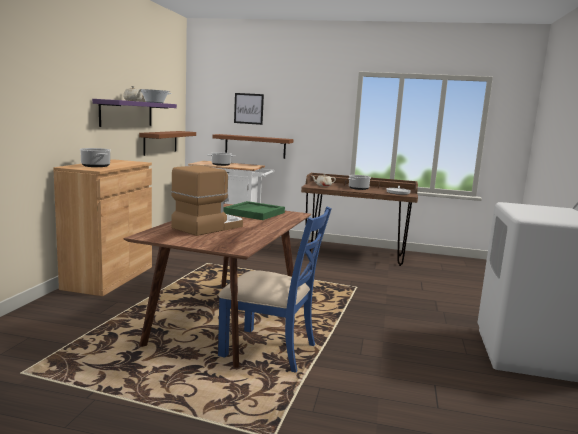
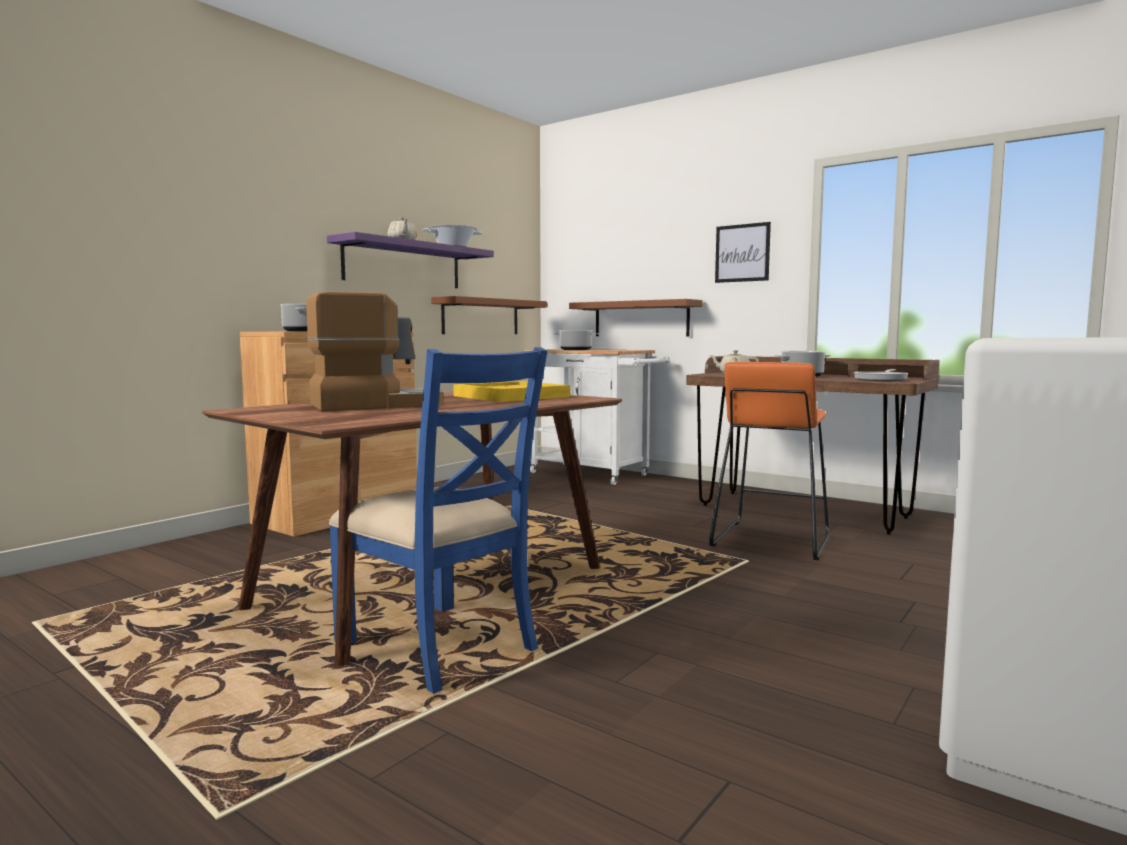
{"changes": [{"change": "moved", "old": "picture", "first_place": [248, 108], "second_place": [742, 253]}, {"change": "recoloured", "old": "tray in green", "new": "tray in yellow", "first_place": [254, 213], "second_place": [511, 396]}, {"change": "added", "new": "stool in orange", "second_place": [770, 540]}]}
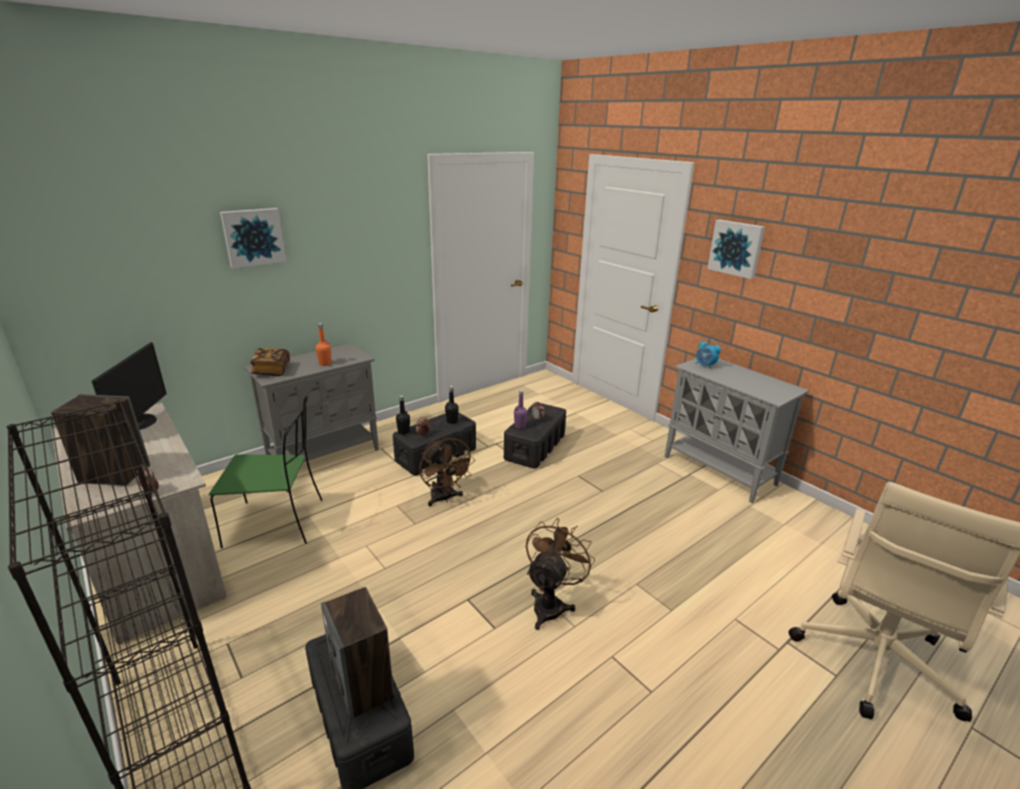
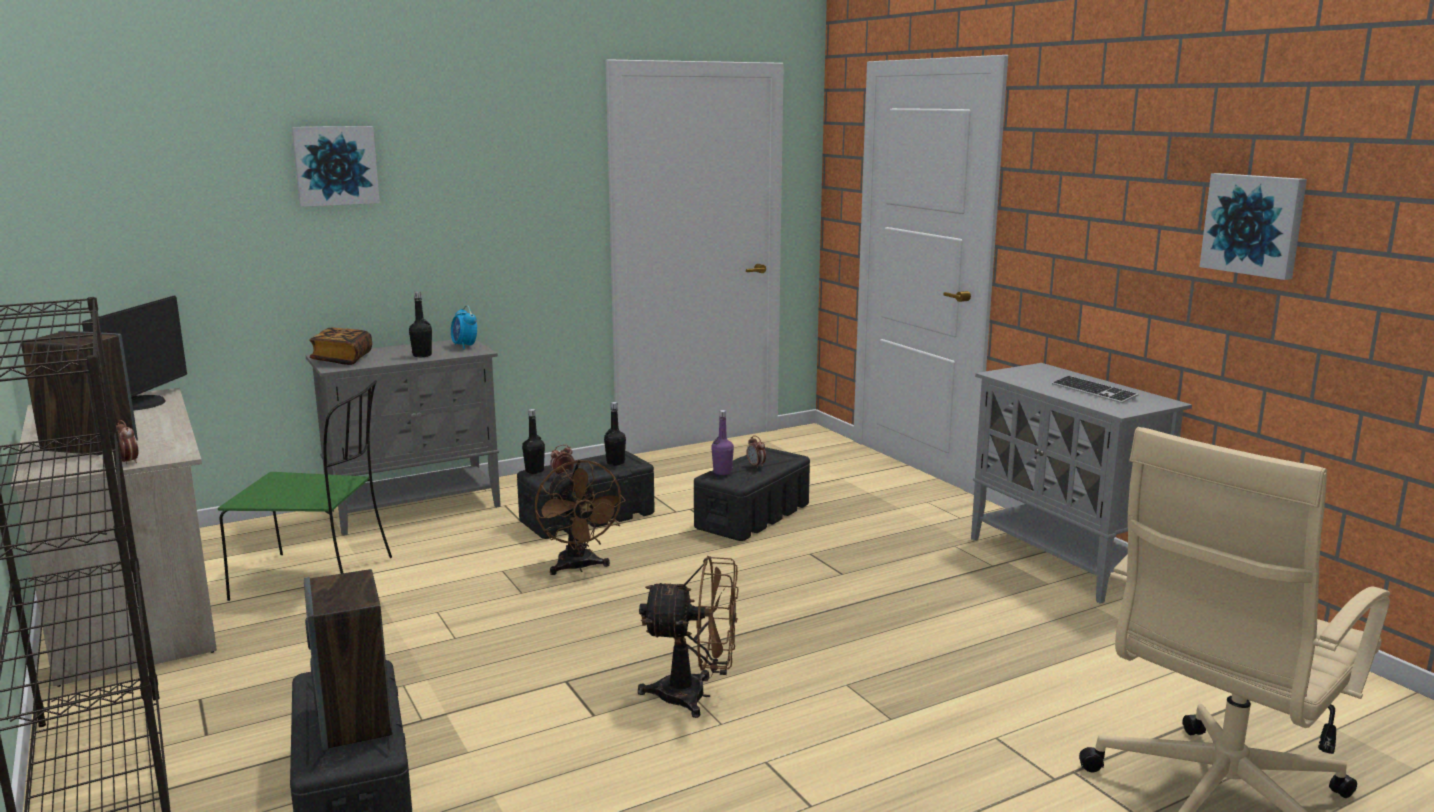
{"changes": [{"change": "moved", "old": "picture", "first_place": [736, 248], "second_place": [1254, 224]}, {"change": "recoloured", "old": "bottle in orange", "new": "bottle in black", "first_place": [325, 363], "second_place": [422, 355]}, {"change": "moved", "old": "alarm clock", "first_place": [705, 366], "second_place": [464, 346]}, {"change": "turned", "old": "fan in brown", "first_place": [551, 604], "second_place": [695, 696], "degrees": 60}, {"change": "added", "new": "keyboard", "second_place": [1093, 392]}]}
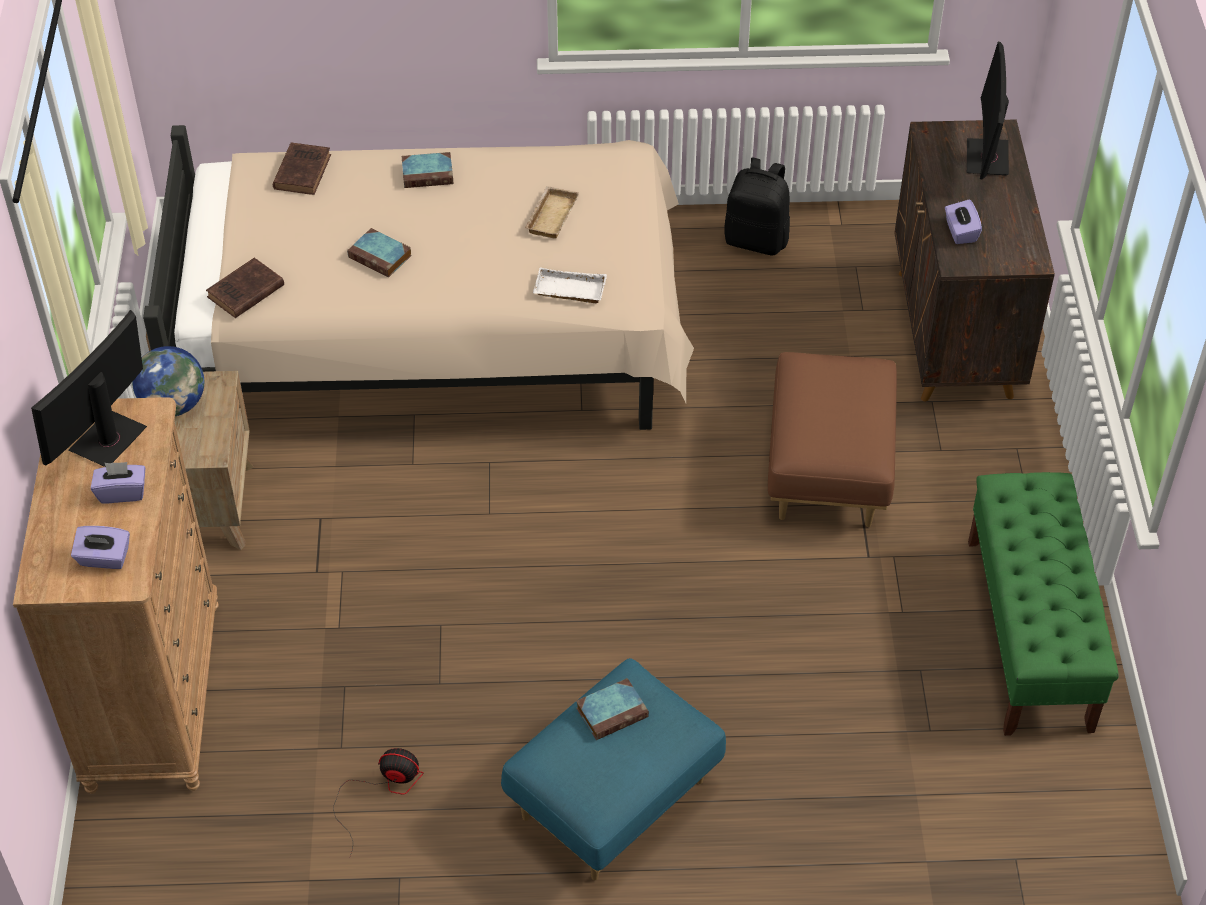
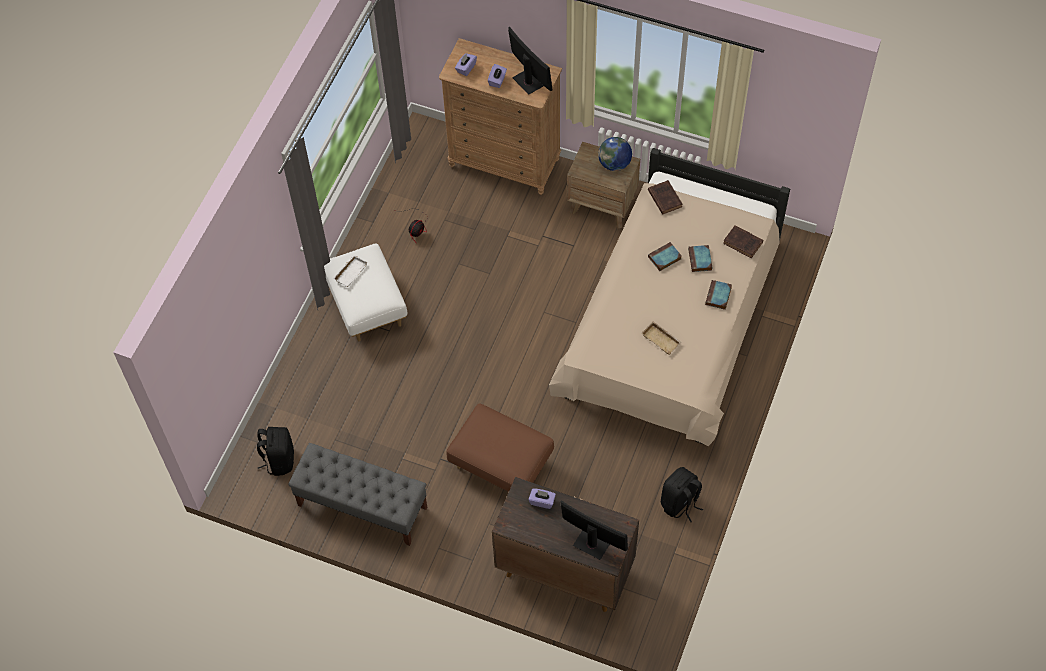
{"changes": [{"change": "moved", "old": "tray in white", "first_place": [568, 291], "second_place": [350, 272]}, {"change": "recoloured", "old": "bench in green", "new": "bench in grey", "first_place": [1029, 634], "second_place": [362, 506]}, {"change": "recoloured", "old": "ottoman in blue", "new": "ottoman in white", "first_place": [614, 802], "second_place": [366, 306]}, {"change": "moved", "old": "book", "first_place": [613, 711], "second_place": [700, 260]}, {"change": "added", "new": "backpack in black", "second_place": [279, 460]}]}
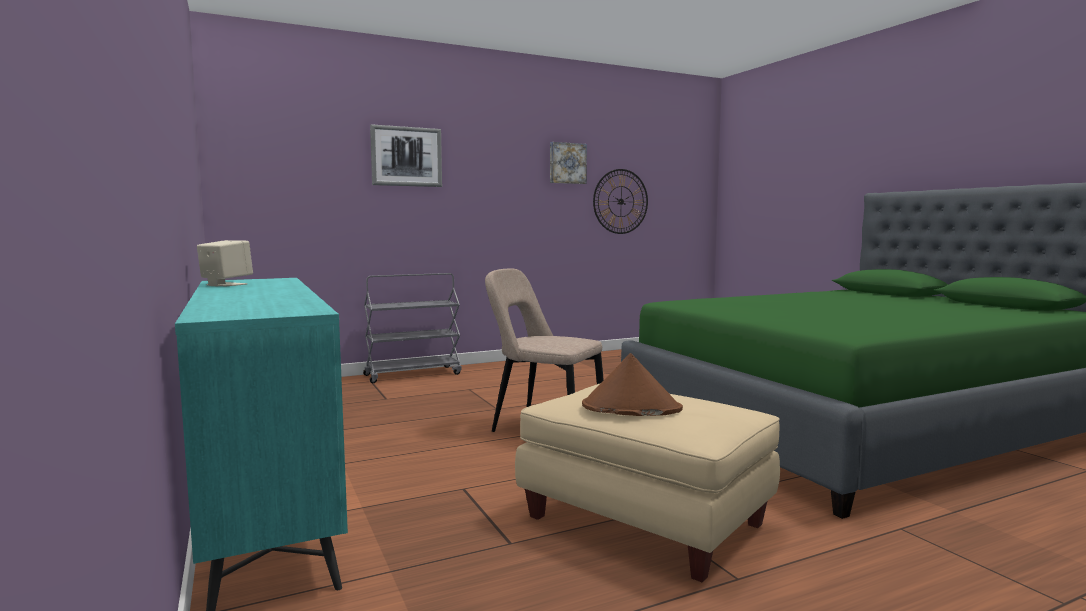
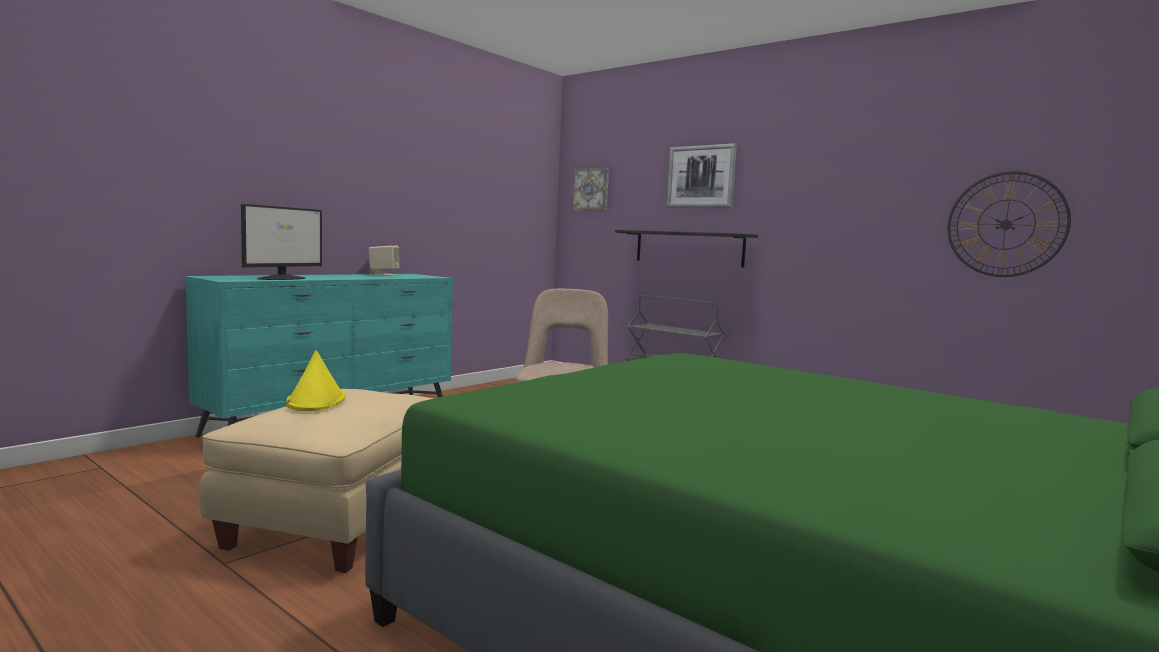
{"changes": [{"change": "moved", "old": "picture", "first_place": [567, 163], "second_place": [591, 189]}, {"change": "recoloured", "old": "hat in brown", "new": "hat in yellow", "first_place": [630, 408], "second_place": [316, 401]}, {"change": "added", "new": "monitor", "second_place": [283, 278]}, {"change": "added", "new": "shelf in black", "second_place": [688, 248]}]}
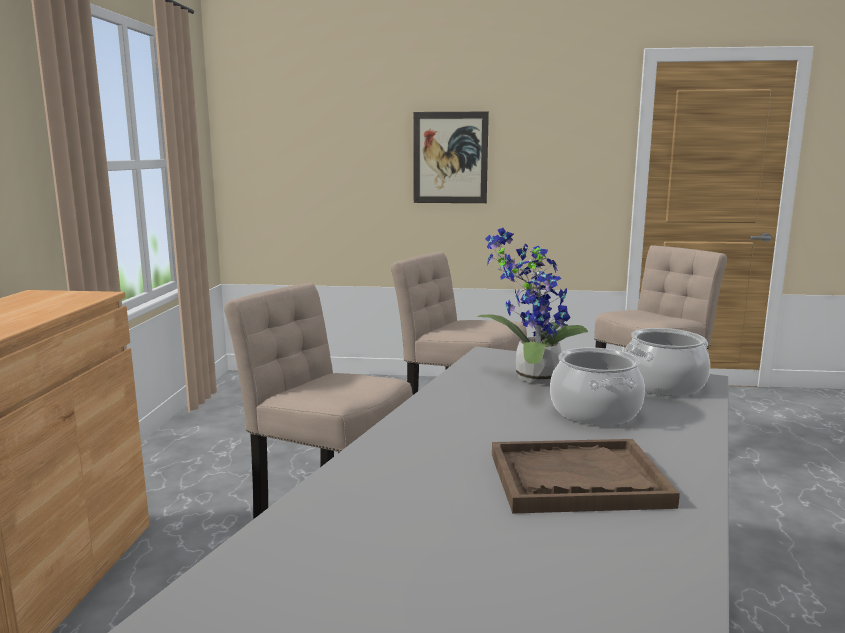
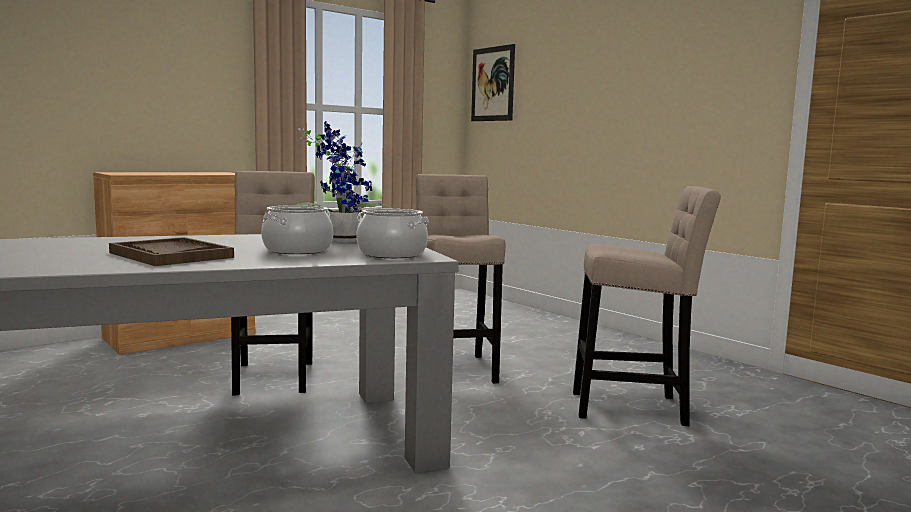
{"changes": [{"change": "moved", "old": "picture", "first_place": [450, 158], "second_place": [492, 84]}]}
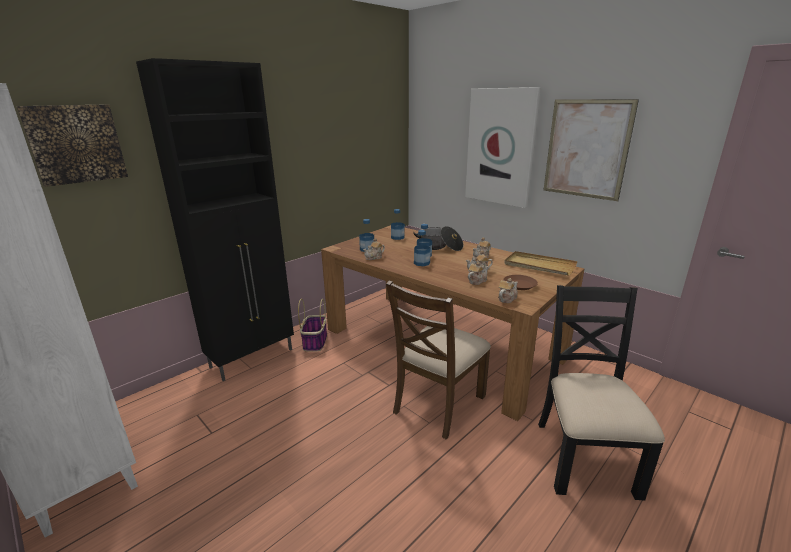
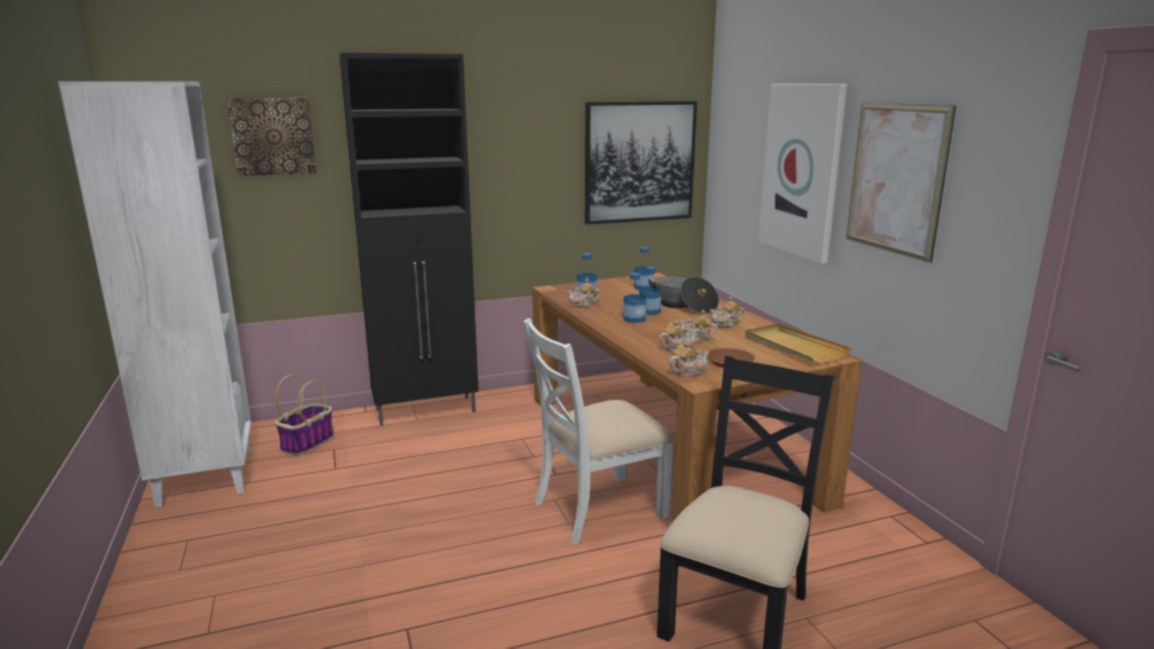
{"changes": [{"change": "recoloured", "old": "chair in brown", "new": "chair in white", "first_place": [438, 404], "second_place": [598, 508]}, {"change": "moved", "old": "basket", "first_place": [315, 341], "second_place": [307, 442]}, {"change": "added", "new": "picture", "second_place": [639, 162]}]}
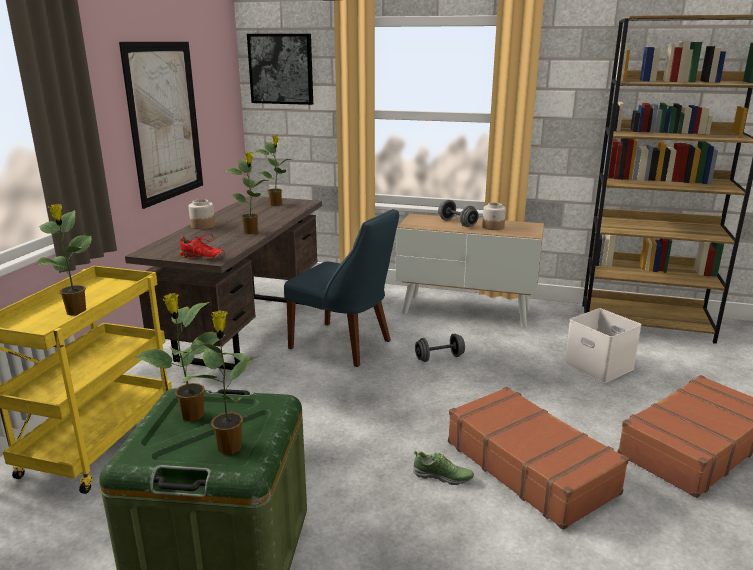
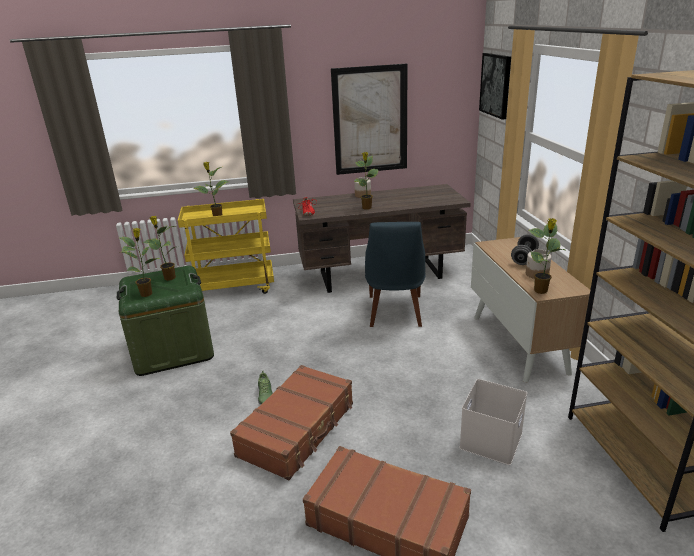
{"changes": [{"change": "moved", "old": "potted plant", "first_place": [276, 204], "second_place": [541, 291]}, {"change": "removed", "old": "dumbbell in grey", "first_place": [439, 358]}]}
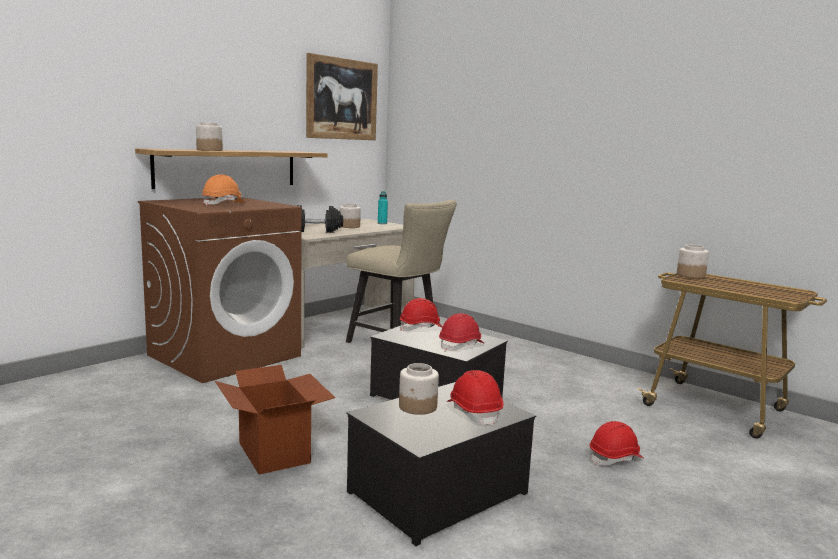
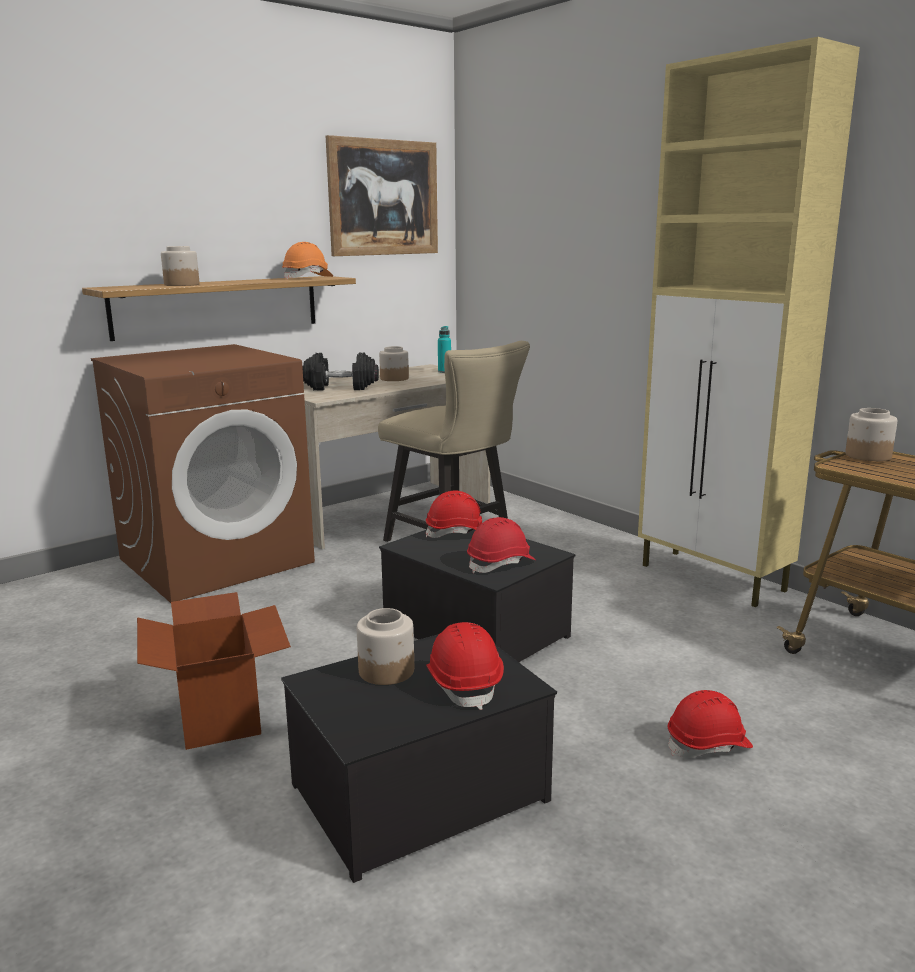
{"changes": [{"change": "moved", "old": "hard hat in orange", "first_place": [223, 204], "second_place": [308, 278]}, {"change": "added", "new": "cabinet in beige", "second_place": [713, 578]}]}
